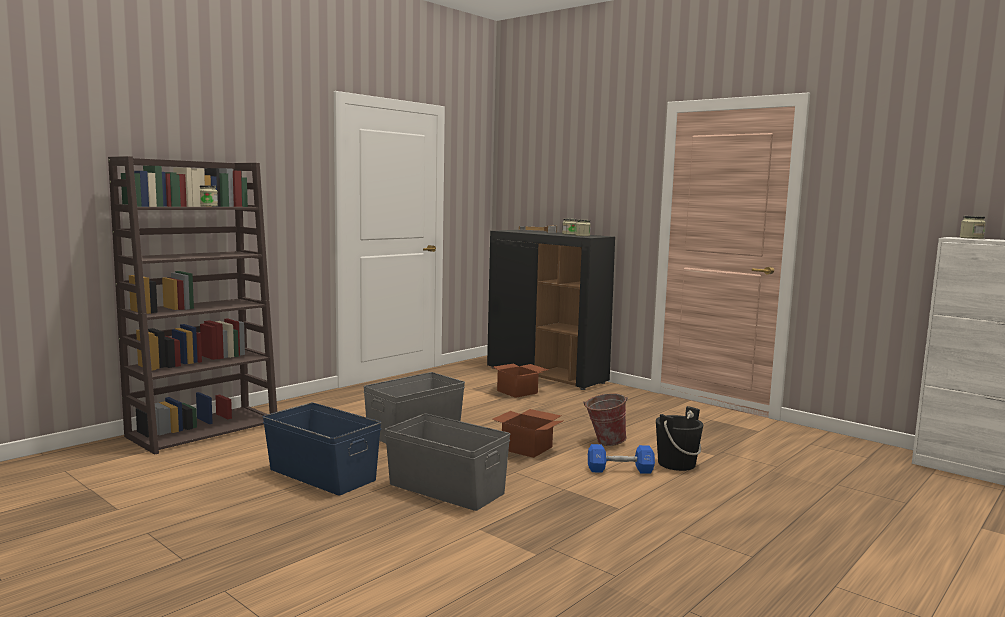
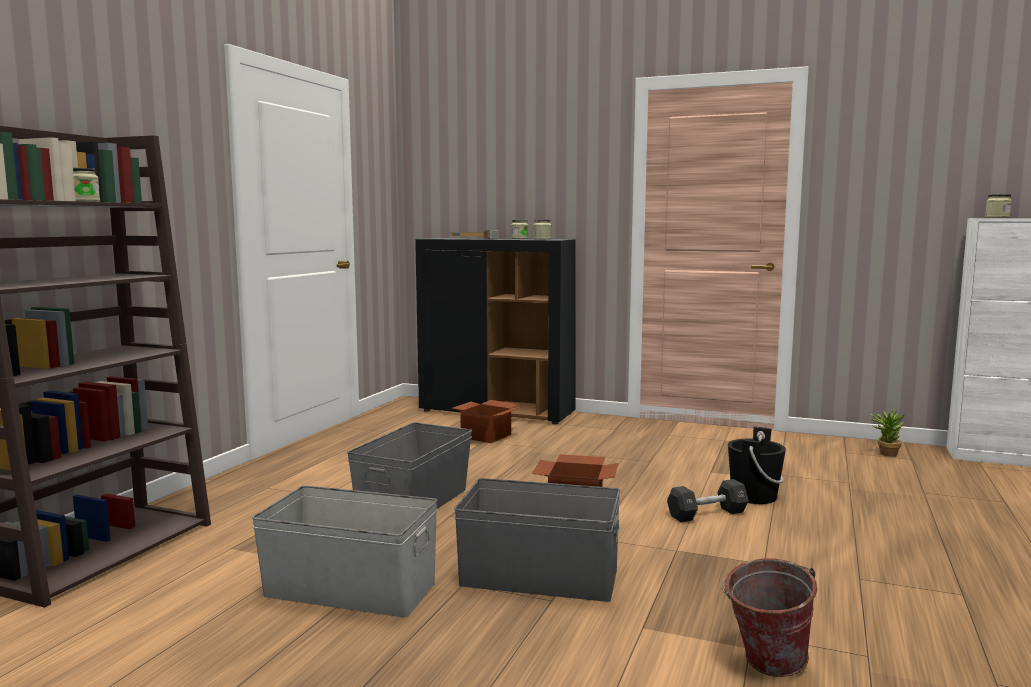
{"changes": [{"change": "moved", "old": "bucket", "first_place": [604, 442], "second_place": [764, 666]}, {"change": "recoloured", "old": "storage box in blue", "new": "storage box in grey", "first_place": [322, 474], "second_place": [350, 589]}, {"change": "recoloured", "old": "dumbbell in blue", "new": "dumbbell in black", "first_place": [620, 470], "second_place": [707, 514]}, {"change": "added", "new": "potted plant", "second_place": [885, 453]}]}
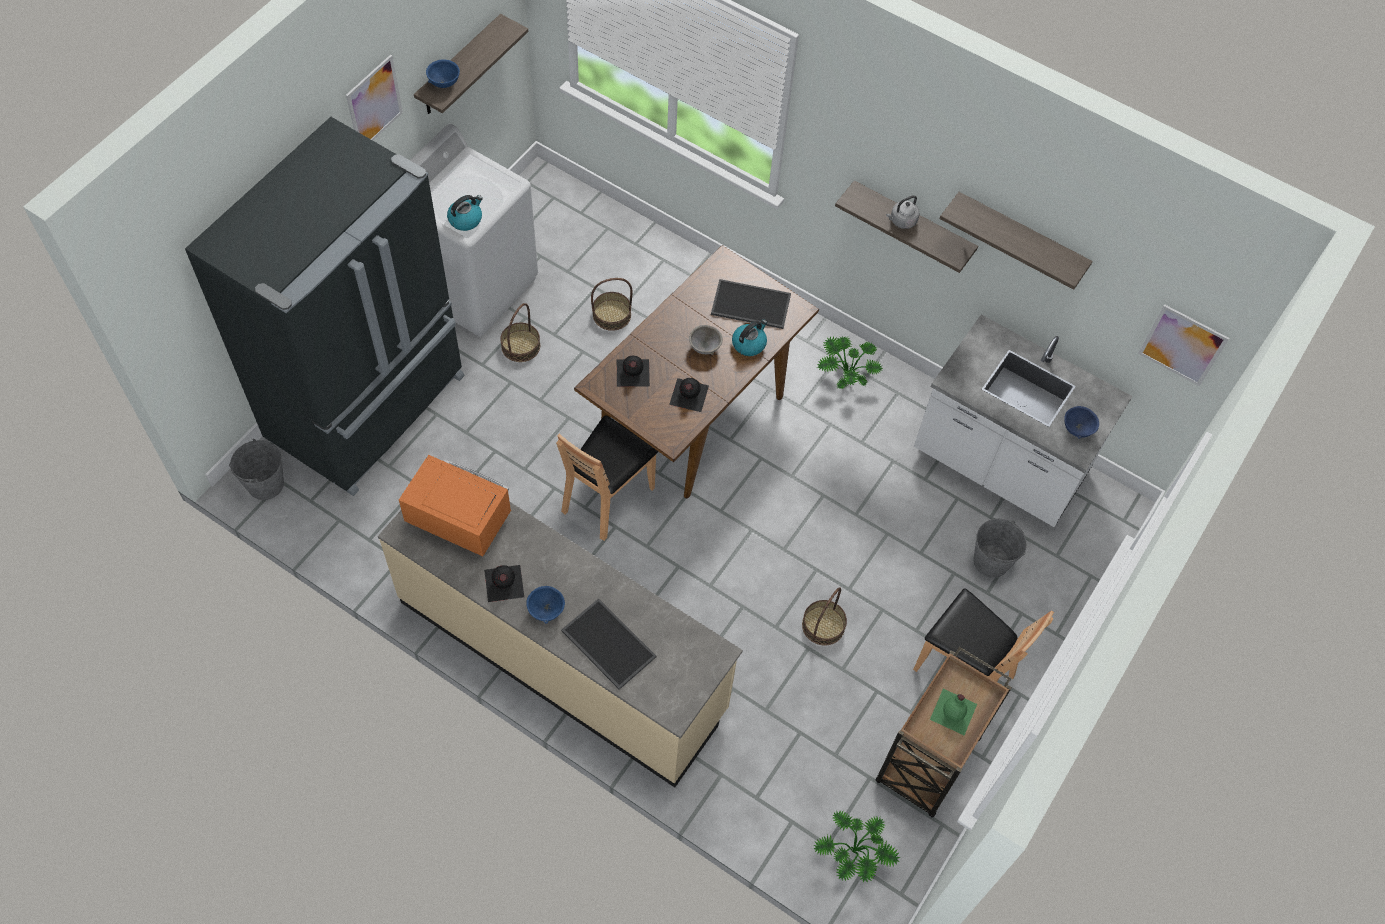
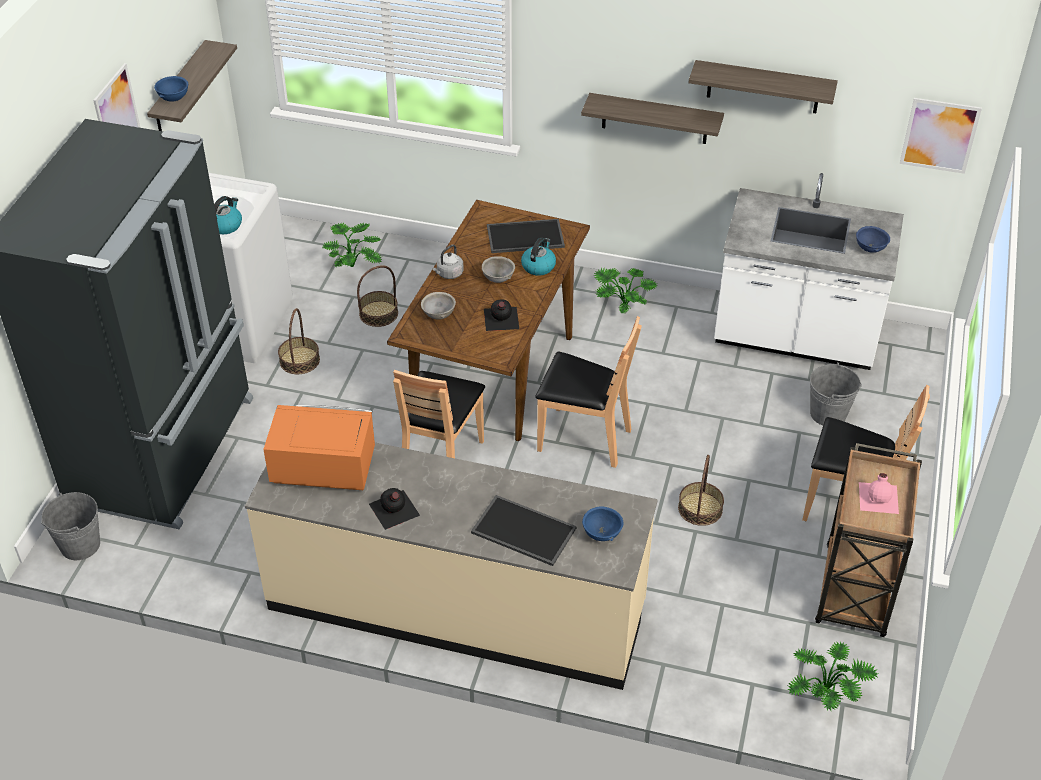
{"changes": [{"change": "moved", "old": "kettle in grey", "first_place": [902, 221], "second_place": [449, 274]}, {"change": "replaced", "old": "bottle in black", "new": "bowl in grey", "first_place": [632, 373], "second_place": [438, 315]}, {"change": "moved", "old": "bowl in blue", "first_place": [546, 610], "second_place": [602, 534]}, {"change": "recoloured", "old": "bottle in green", "new": "bottle in pink", "first_place": [954, 711], "second_place": [879, 497]}, {"change": "added", "new": "potted plant", "second_place": [355, 264]}, {"change": "added", "new": "chair in brown", "second_place": [583, 438]}]}
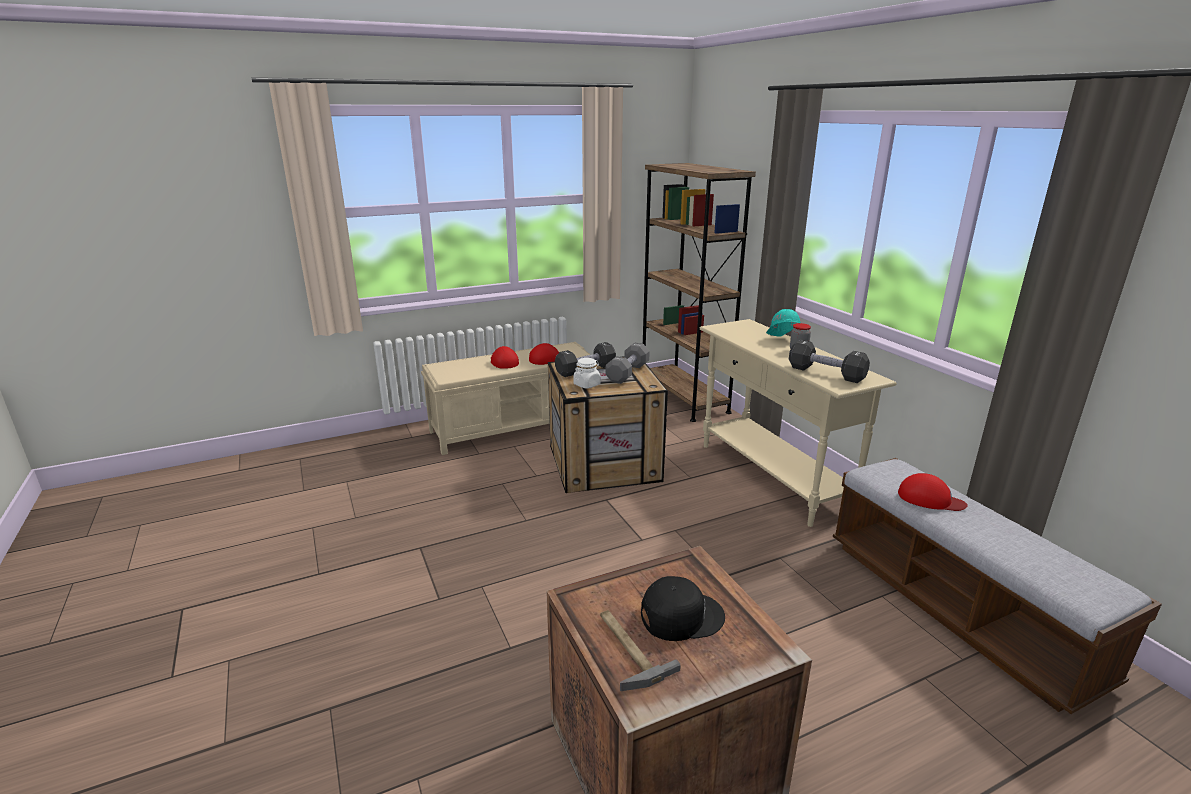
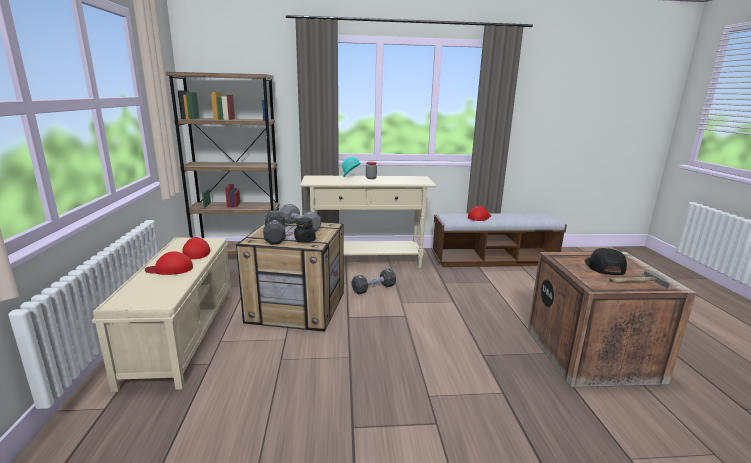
{"changes": [{"change": "moved", "old": "dumbbell in black", "first_place": [826, 373], "second_place": [373, 288]}, {"change": "recoloured", "old": "jar in white", "new": "jar in black", "first_place": [587, 384], "second_place": [304, 240]}]}
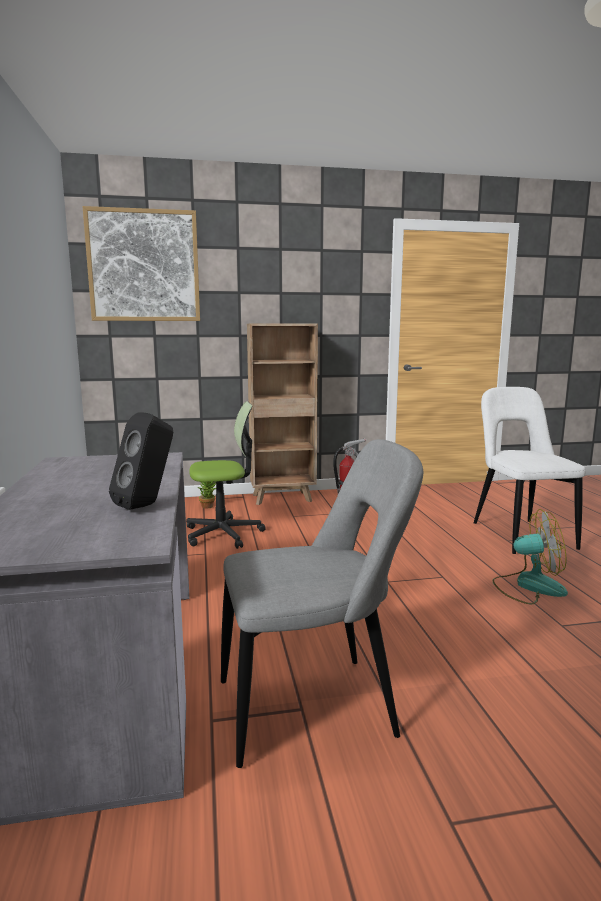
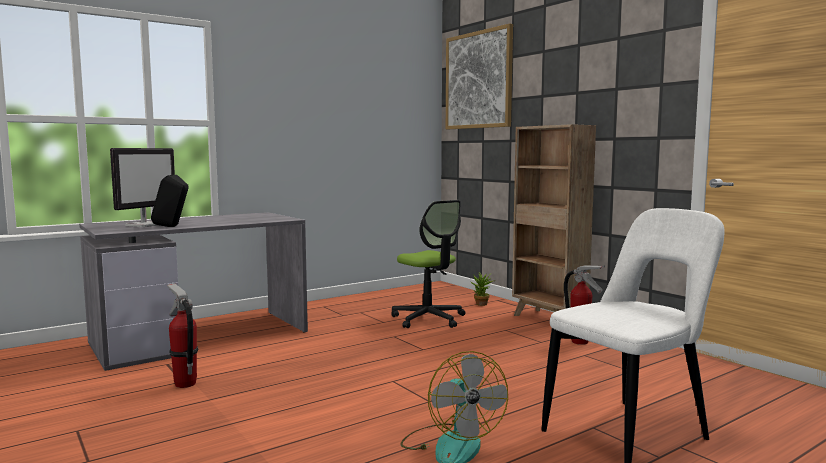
{"changes": [{"change": "replaced", "old": "chair in grey", "new": "fire extinguisher", "first_place": [314, 707], "second_place": [185, 384]}, {"change": "added", "new": "monitor", "second_place": [145, 225]}]}
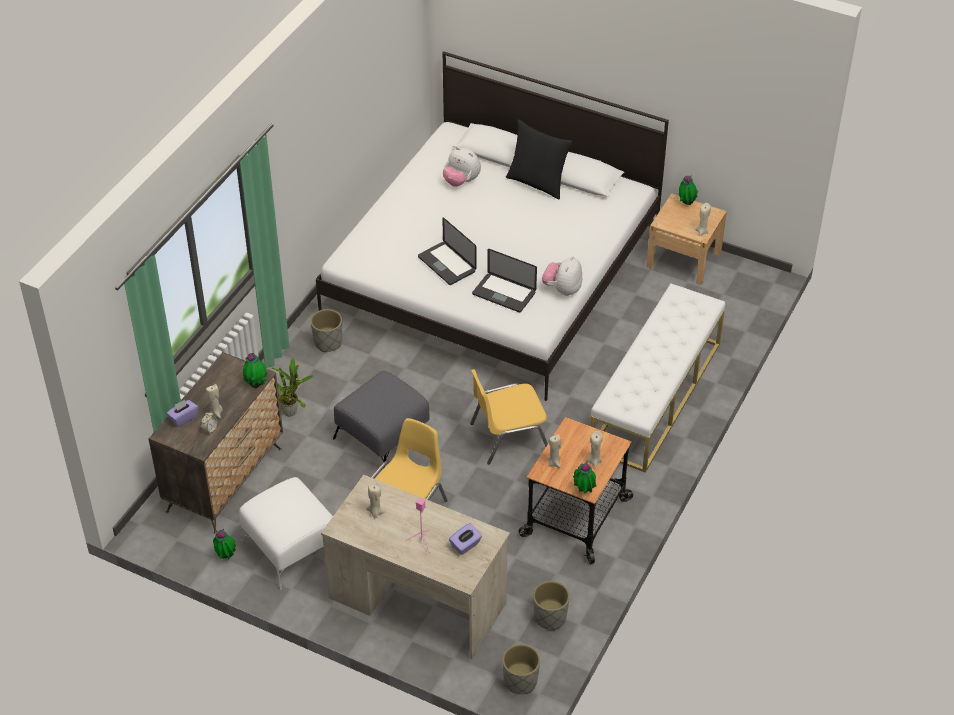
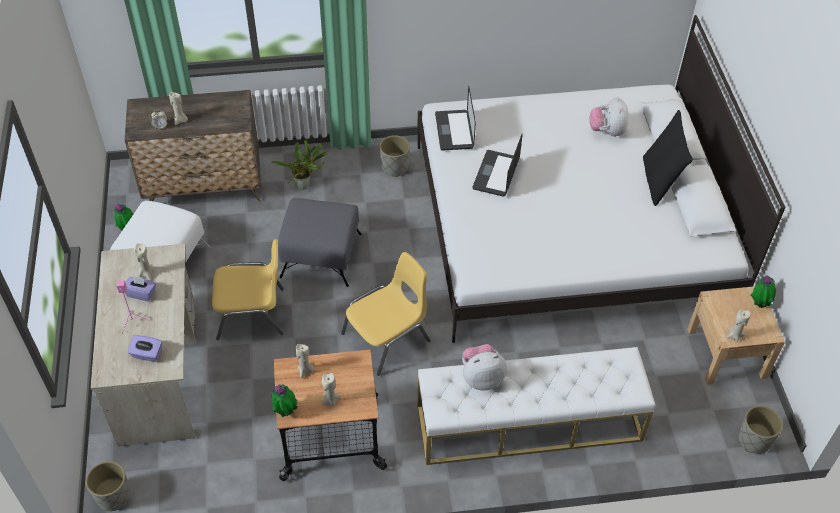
{"changes": [{"change": "moved", "old": "laptop", "first_place": [504, 293], "second_place": [454, 131]}, {"change": "moved", "old": "plush toy", "first_place": [562, 289], "second_place": [481, 377]}, {"change": "removed", "old": "potted plant", "first_place": [256, 384]}, {"change": "turned", "old": "chair in yellow", "first_place": [508, 436], "second_place": [388, 337], "degrees": 105}, {"change": "moved", "old": "tissue box in purple", "first_place": [183, 418], "second_place": [141, 293]}, {"change": "moved", "old": "planter in grey", "first_place": [549, 617], "second_place": [754, 440]}]}
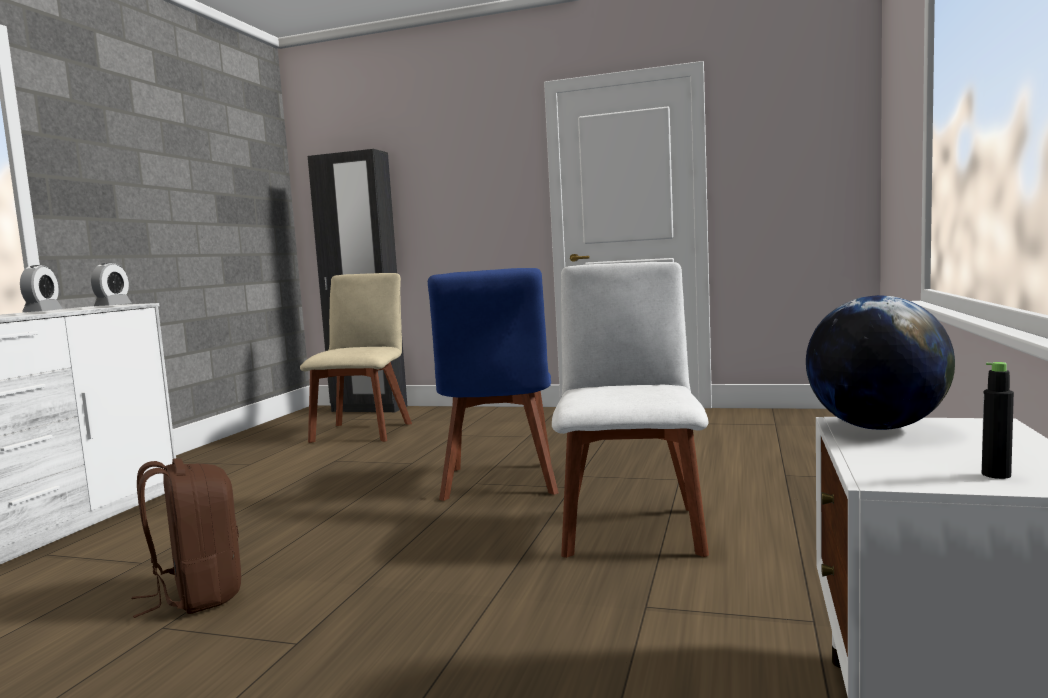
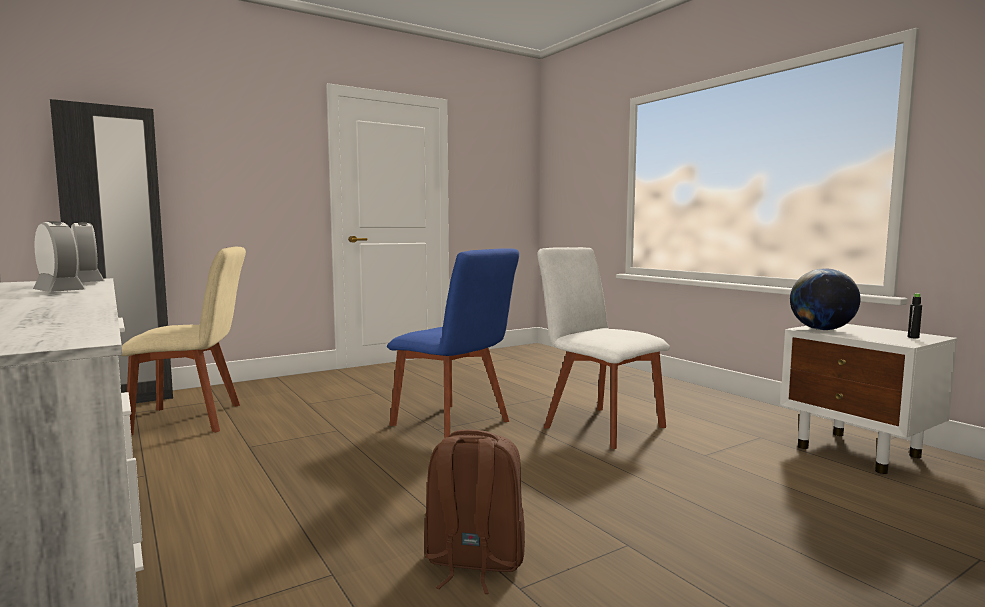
{"changes": [{"change": "turned", "old": "chair in beige", "first_place": [363, 431], "second_place": [193, 419], "degrees": 120}]}
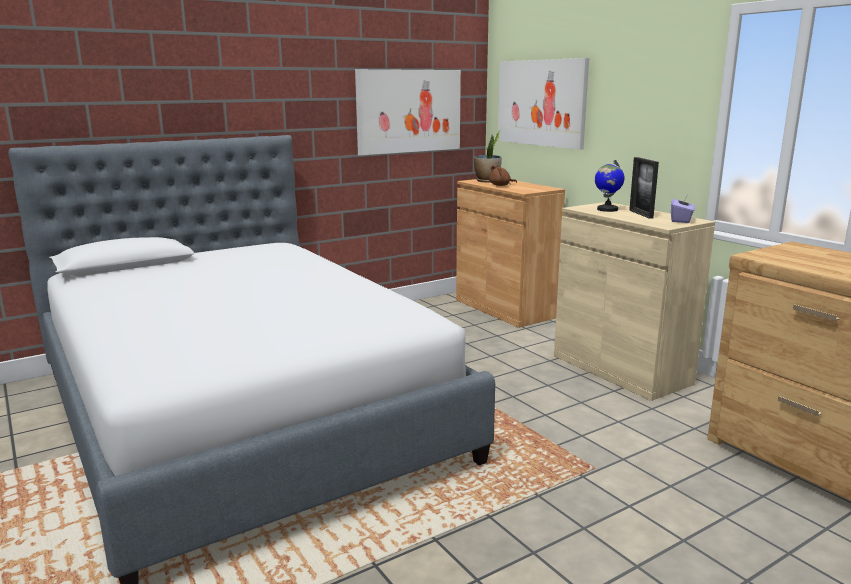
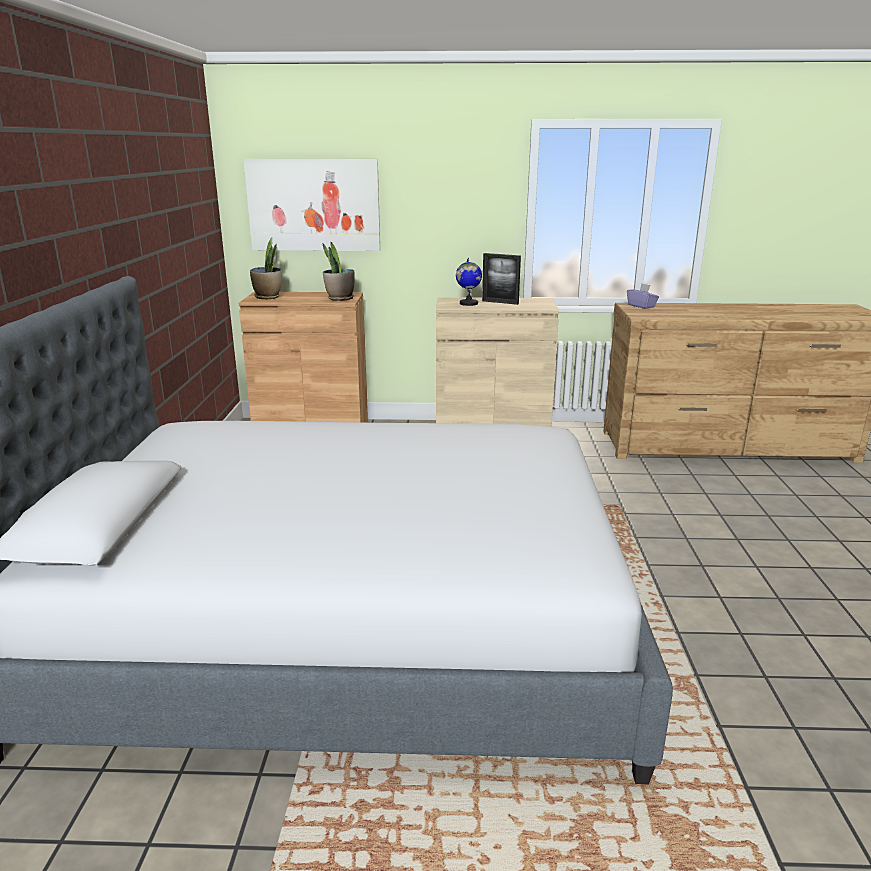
{"changes": [{"change": "removed", "old": "picture", "first_place": [409, 111]}, {"change": "removed", "old": "plush toy in brown", "first_place": [501, 185]}, {"change": "moved", "old": "tissue box in purple", "first_place": [681, 220], "second_place": [641, 306]}, {"change": "added", "new": "potted plant", "second_place": [340, 299]}]}
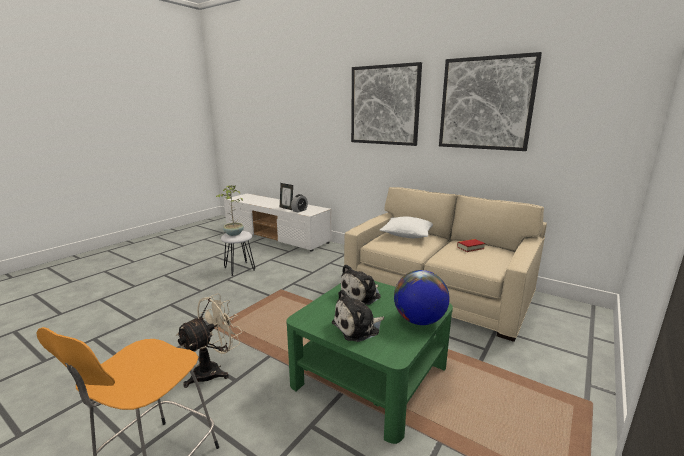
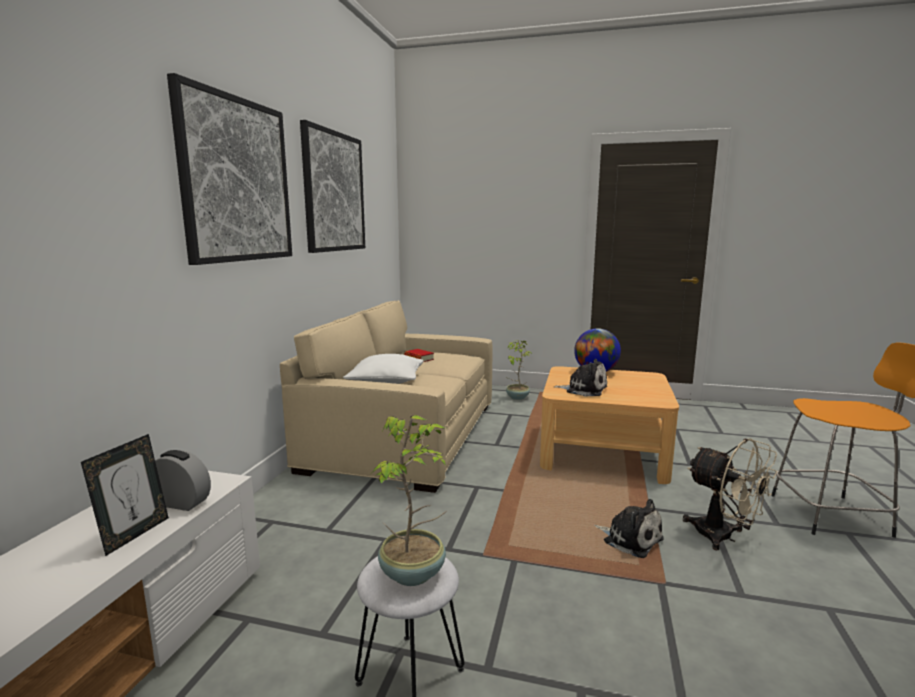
{"changes": [{"change": "recoloured", "old": "coffee table in green", "new": "coffee table in beige", "first_place": [371, 375], "second_place": [602, 451]}, {"change": "moved", "old": "plush toy", "first_place": [358, 327], "second_place": [629, 539]}, {"change": "turned", "old": "fan in beige", "first_place": [213, 370], "second_place": [723, 537], "degrees": -150}, {"change": "added", "new": "potted plant", "second_place": [517, 397]}]}
